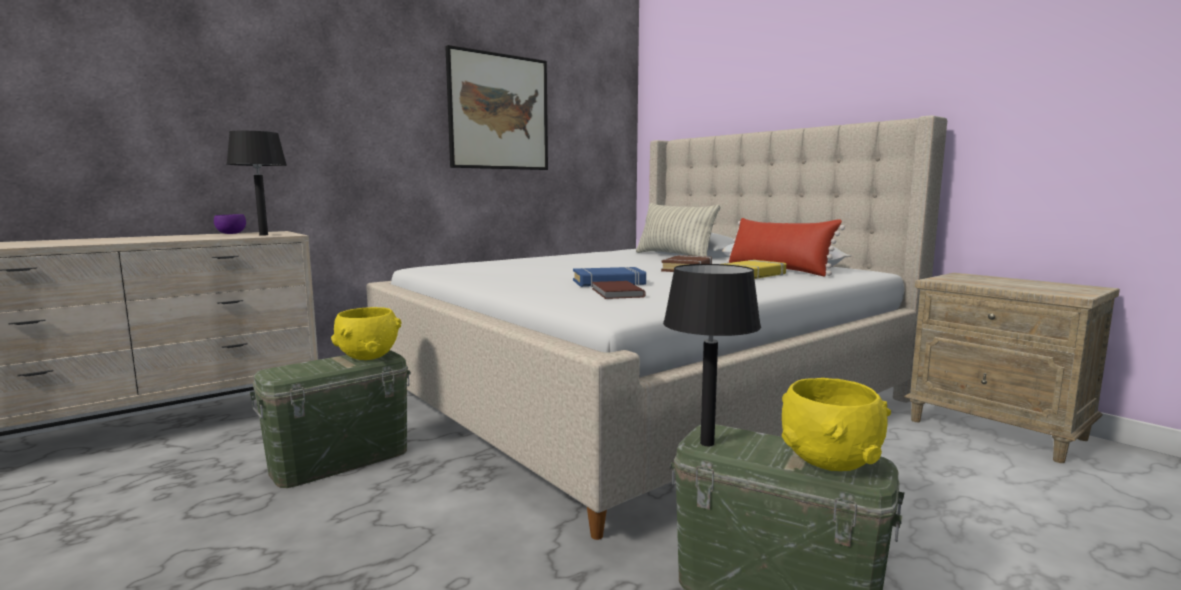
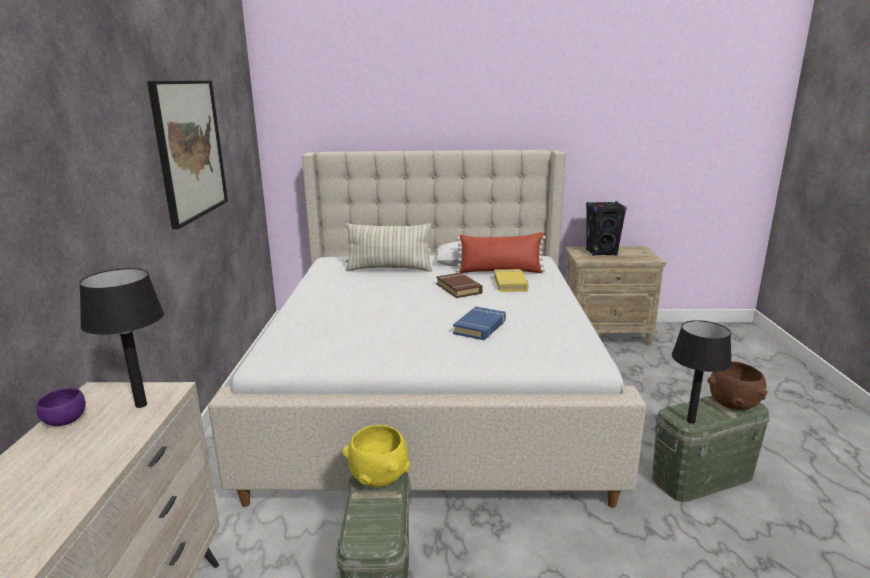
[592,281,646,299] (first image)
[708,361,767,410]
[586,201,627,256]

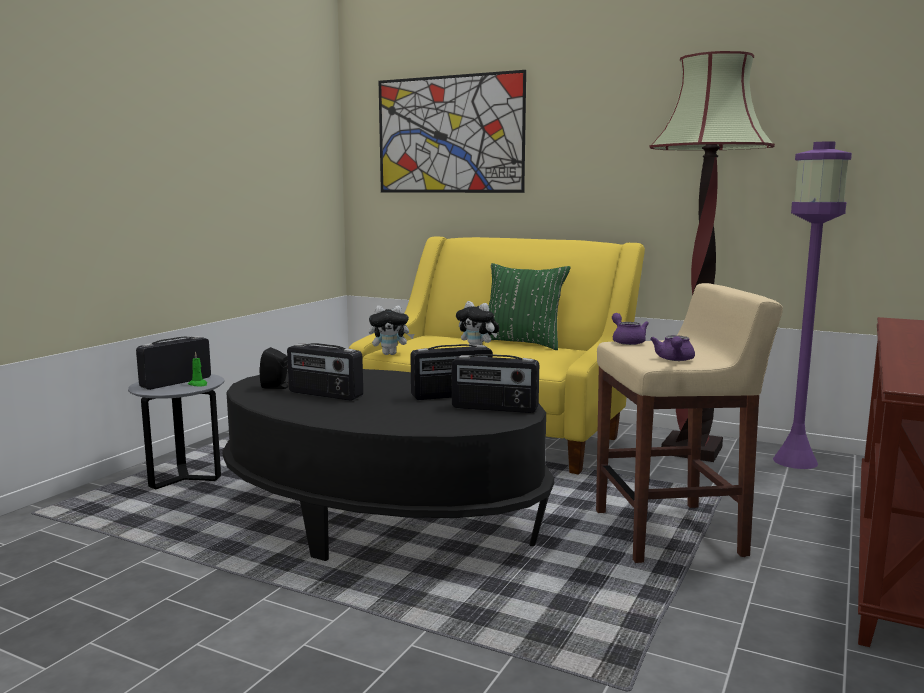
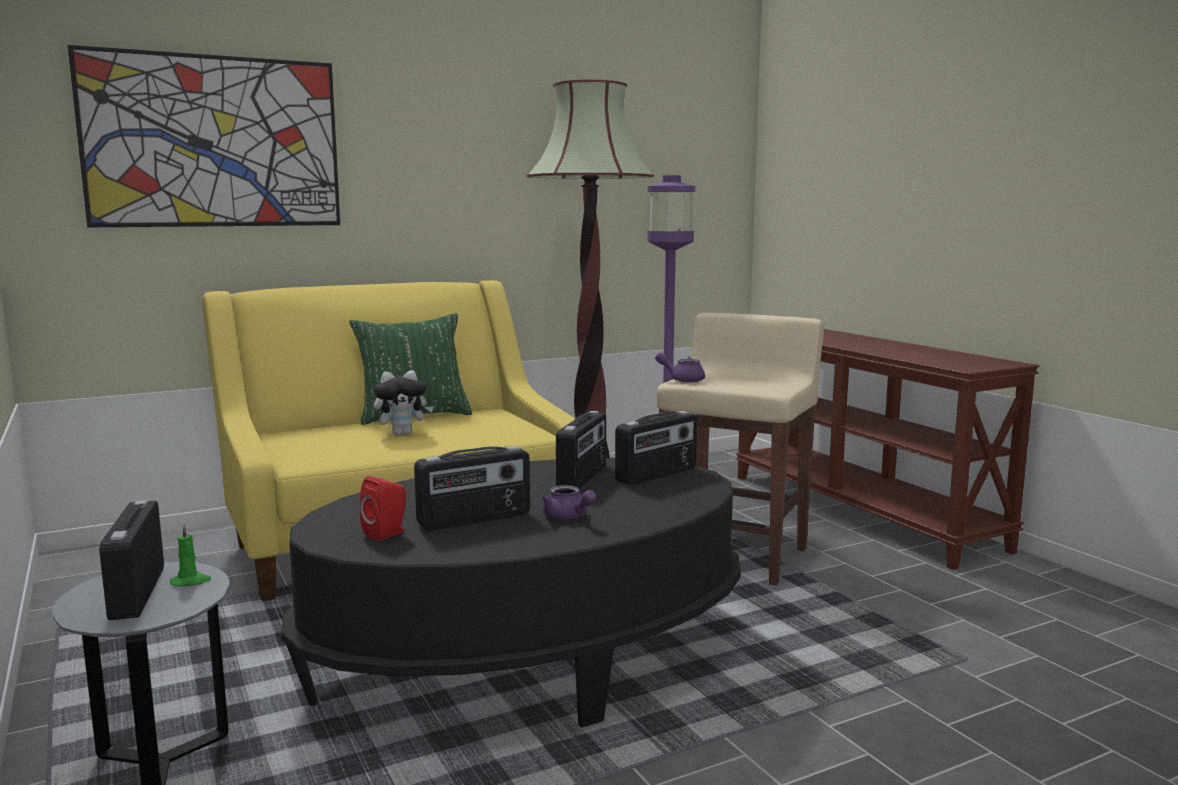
[369,306,414,355] (first image)
[542,485,596,520]
[360,476,406,541]

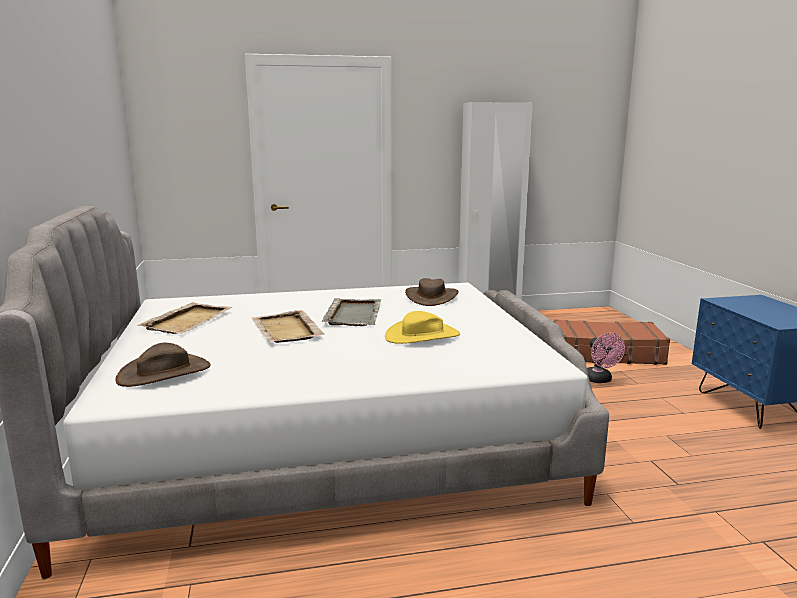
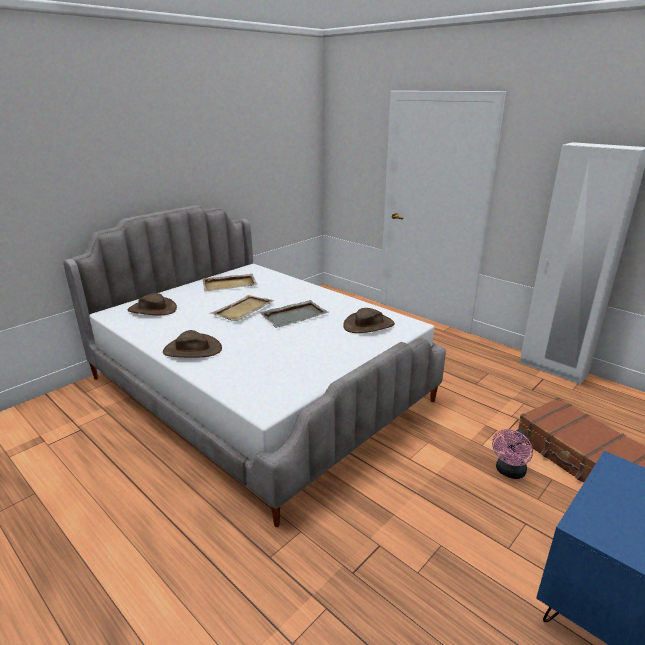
[385,311,460,344] (first image)
[163,330,222,357]

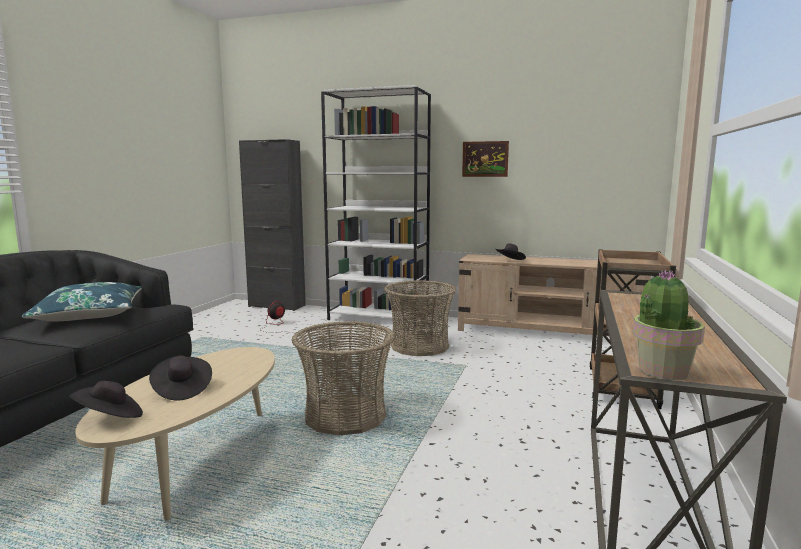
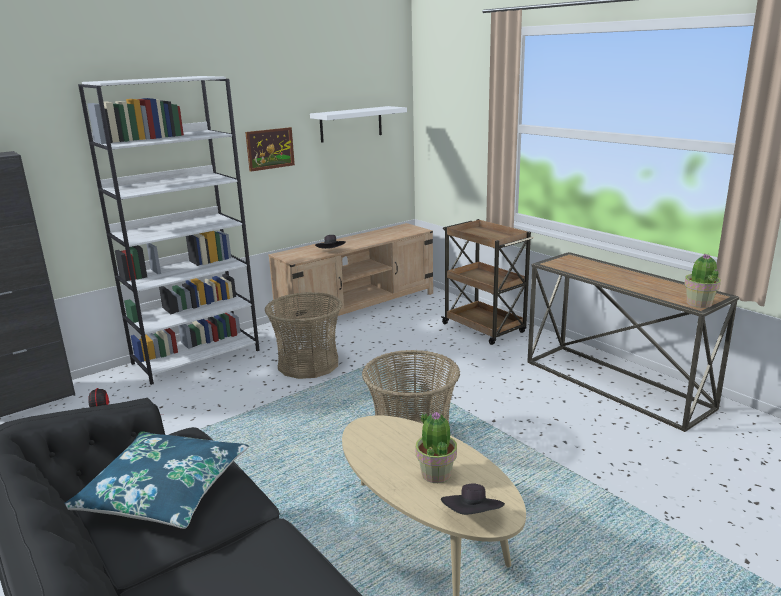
[416,411,457,483]
[310,106,407,143]

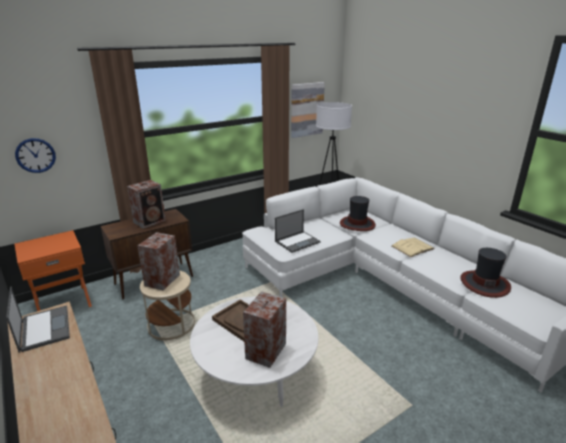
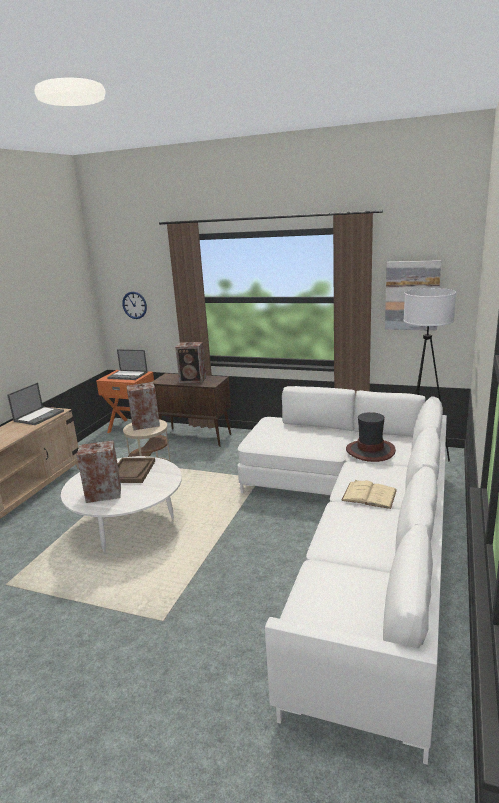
[107,349,148,380]
[460,248,511,298] (first image)

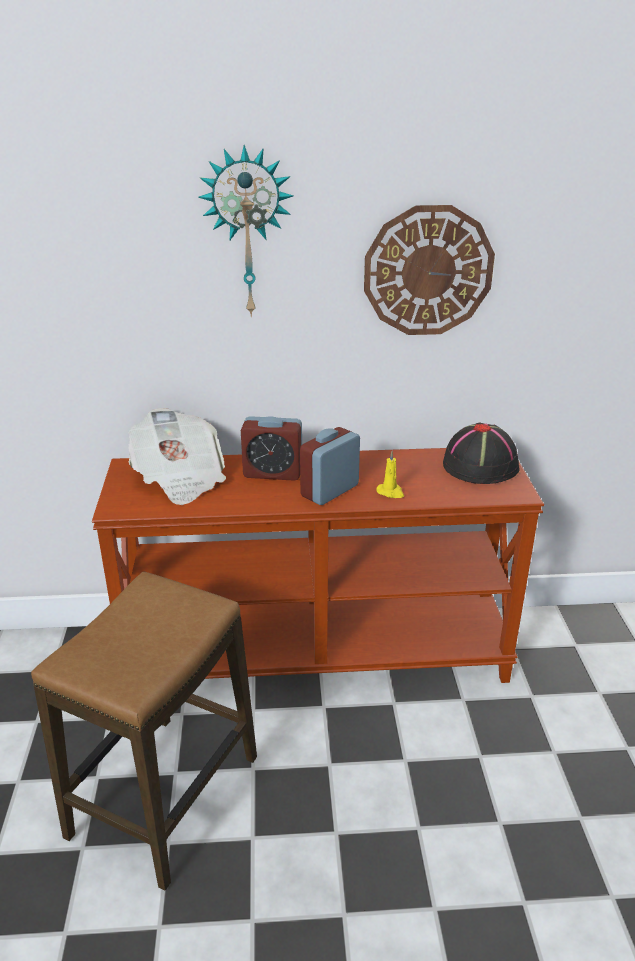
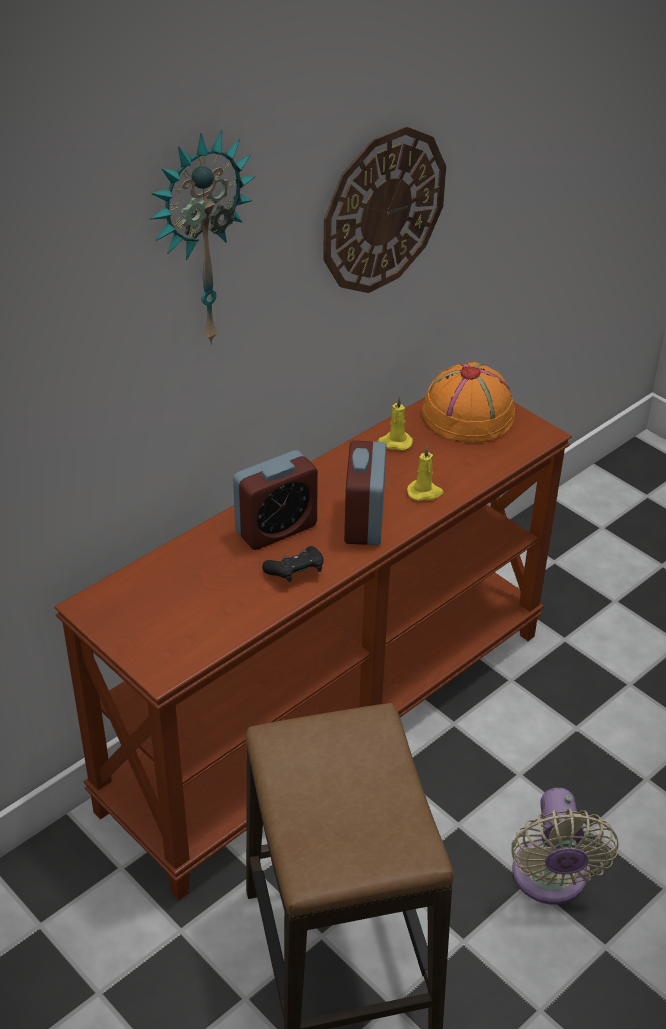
[128,408,226,505] (first image)
[422,362,515,442]
[378,397,413,451]
[262,546,323,582]
[511,788,619,905]

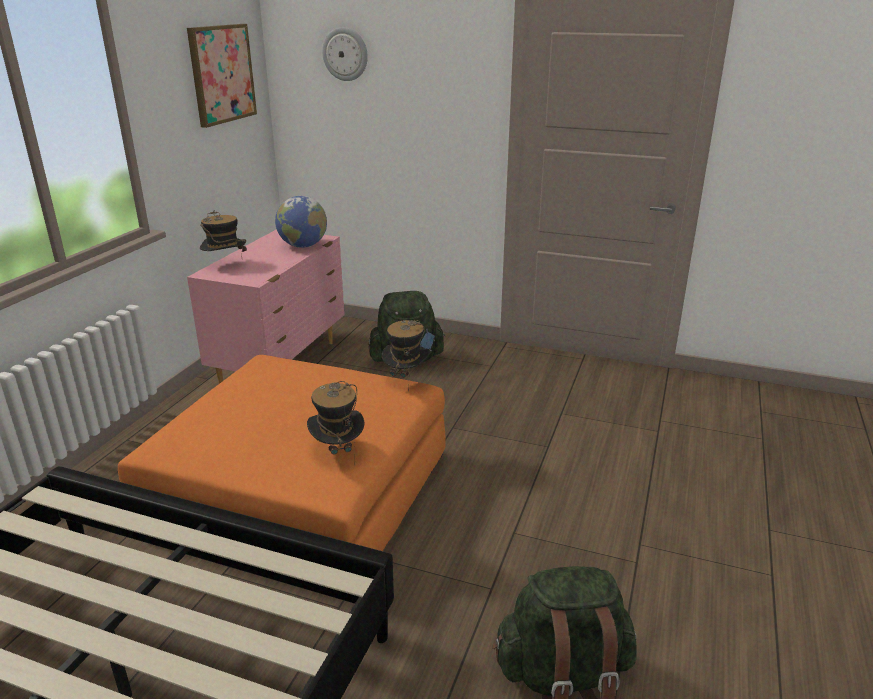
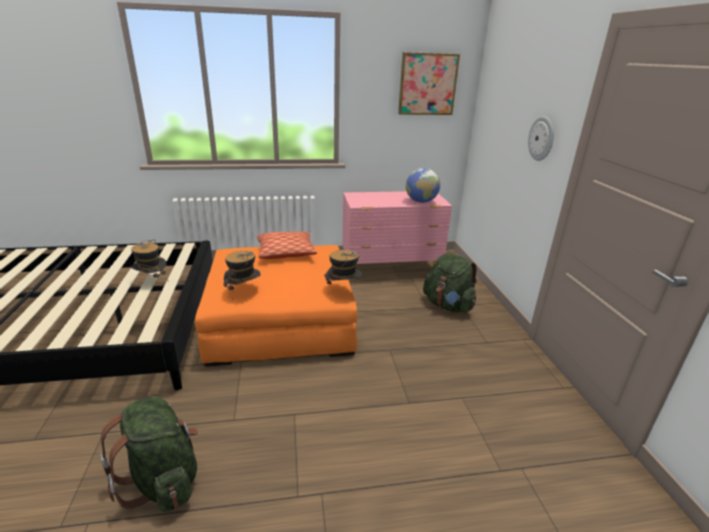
[528,116,554,161]
[130,240,167,278]
[257,232,317,259]

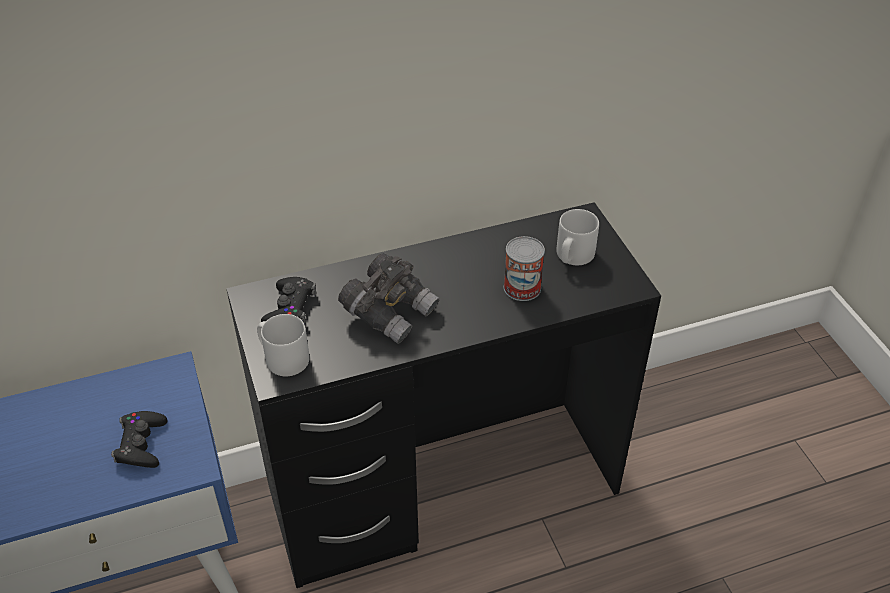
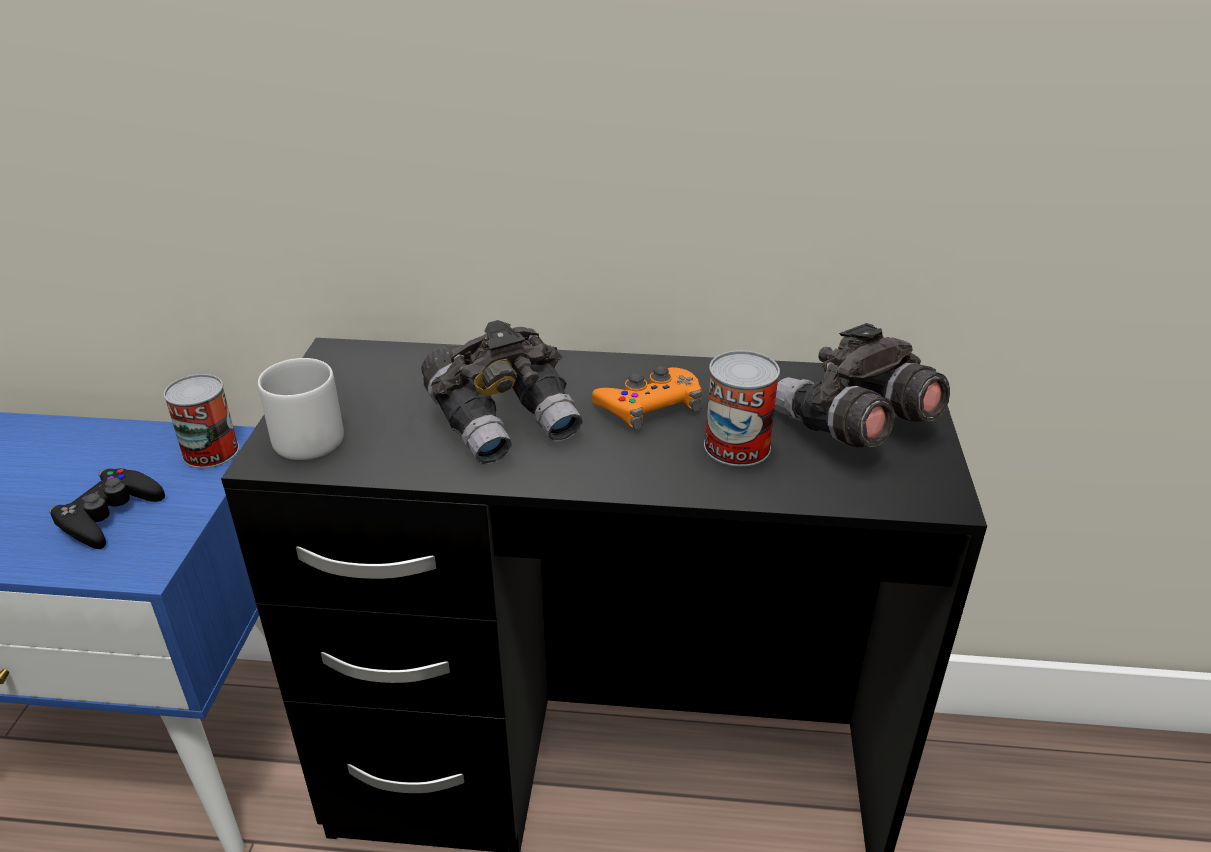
[775,323,950,448]
[261,277,316,325] (first image)
[592,366,702,430]
[163,374,239,468]

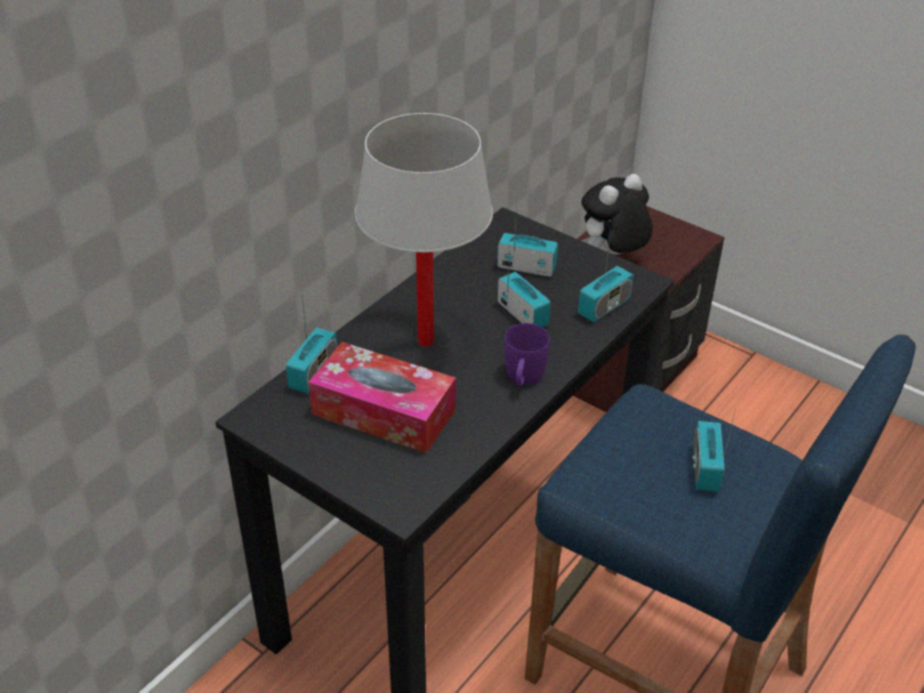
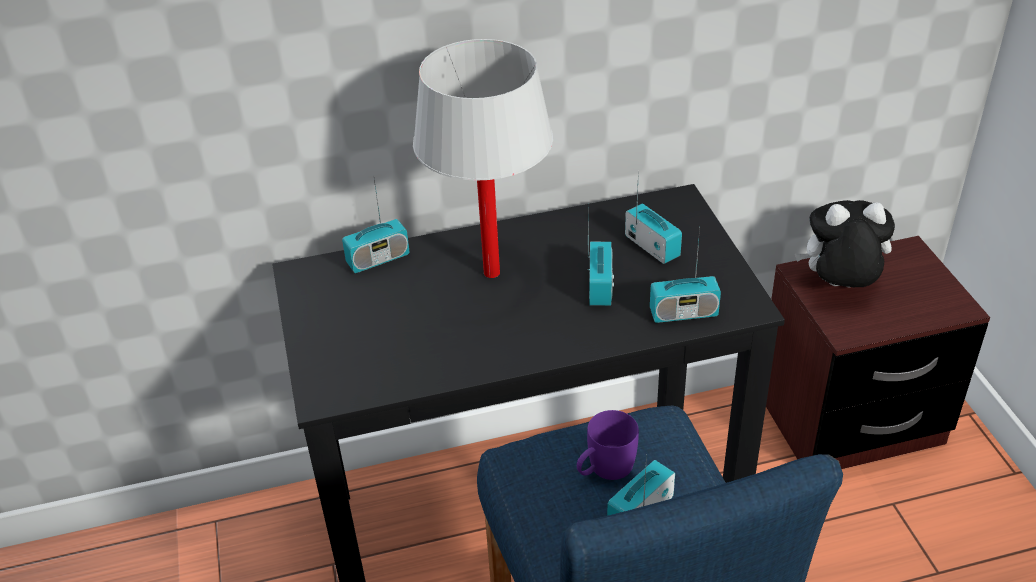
[577,410,639,480]
[308,342,456,453] (first image)

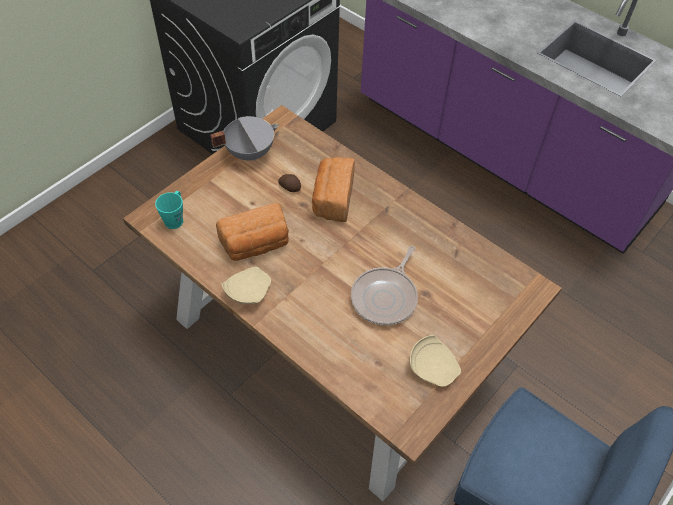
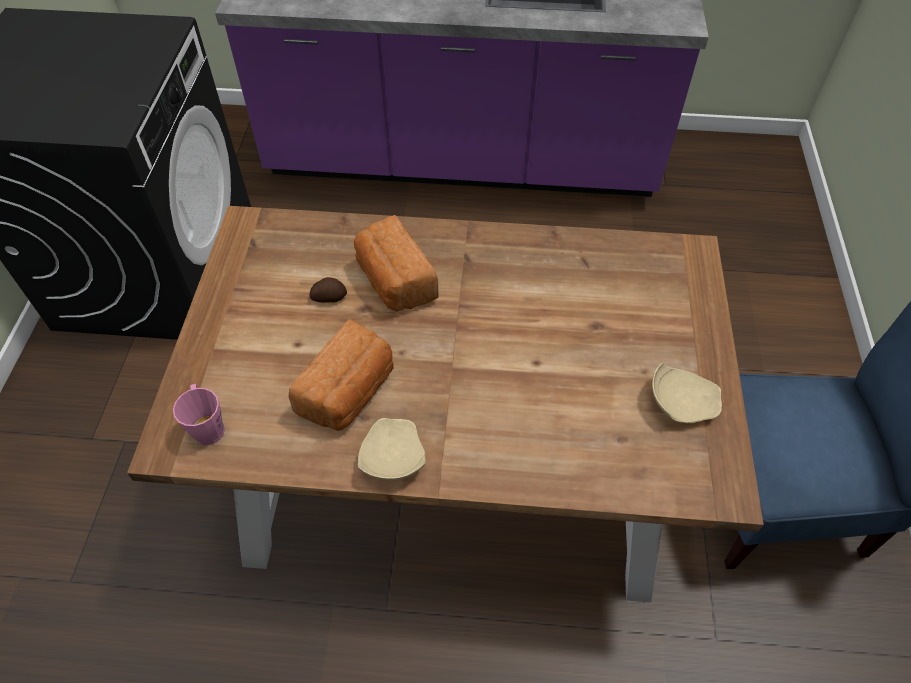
[210,116,279,161] (first image)
[173,384,225,445]
[351,246,418,325] (first image)

